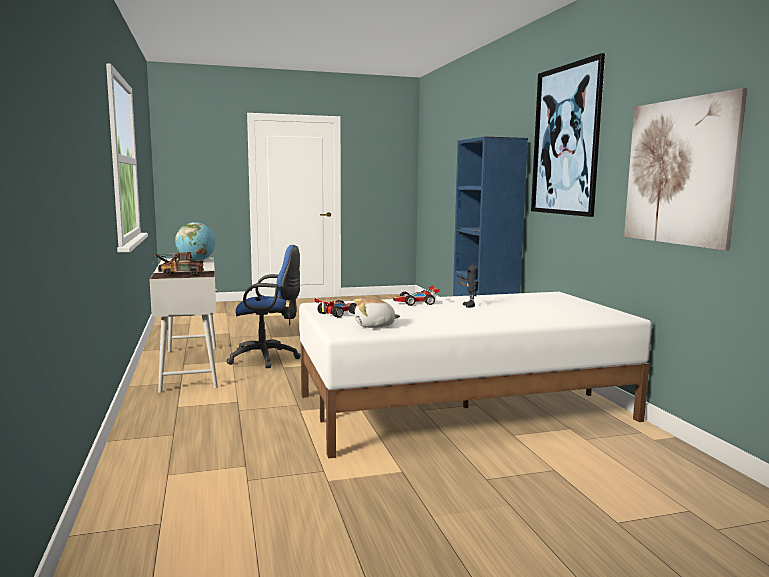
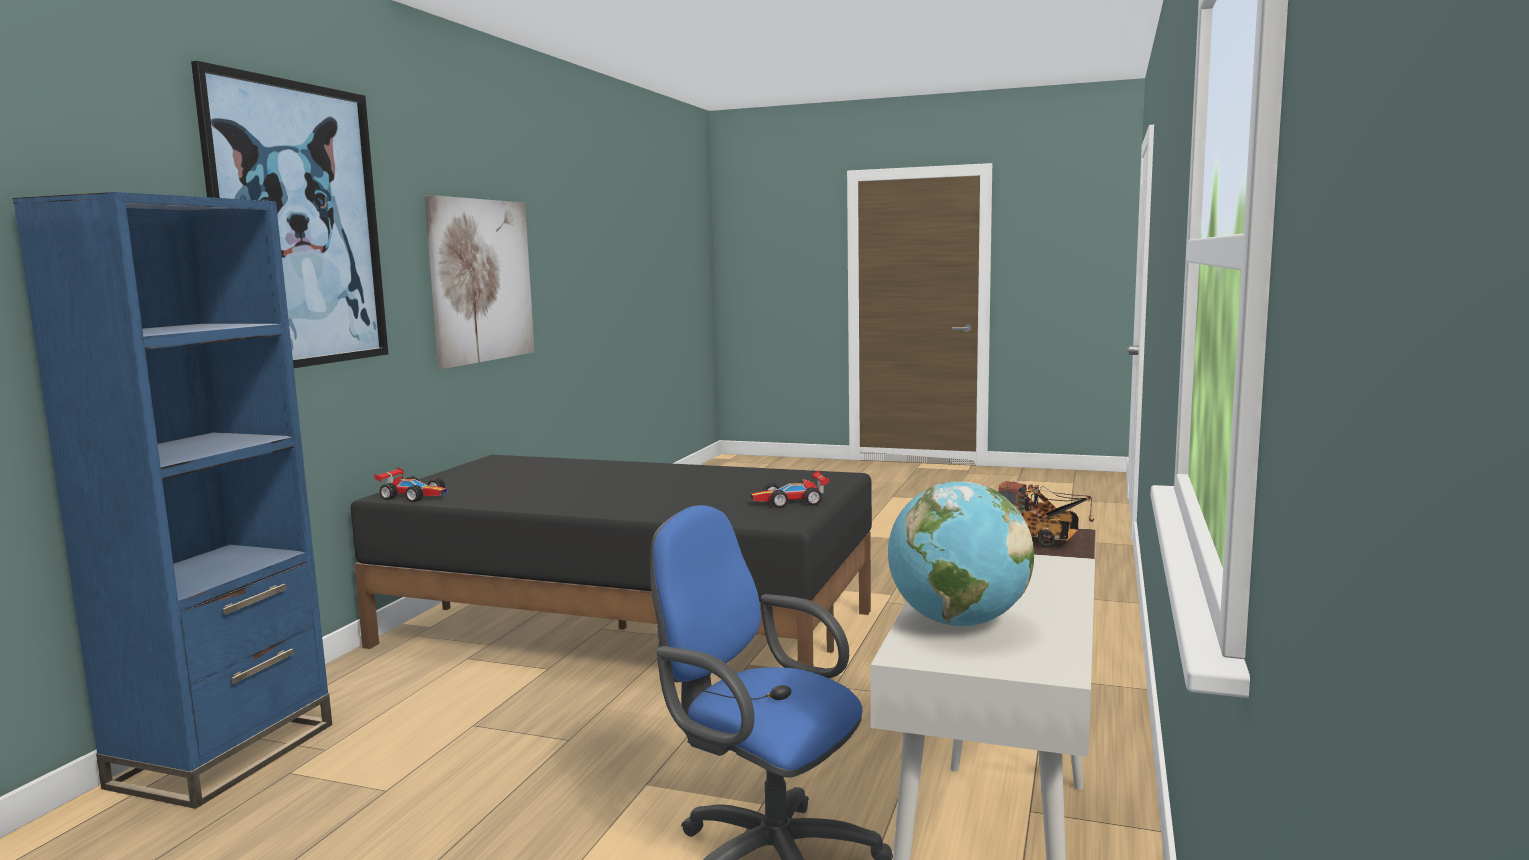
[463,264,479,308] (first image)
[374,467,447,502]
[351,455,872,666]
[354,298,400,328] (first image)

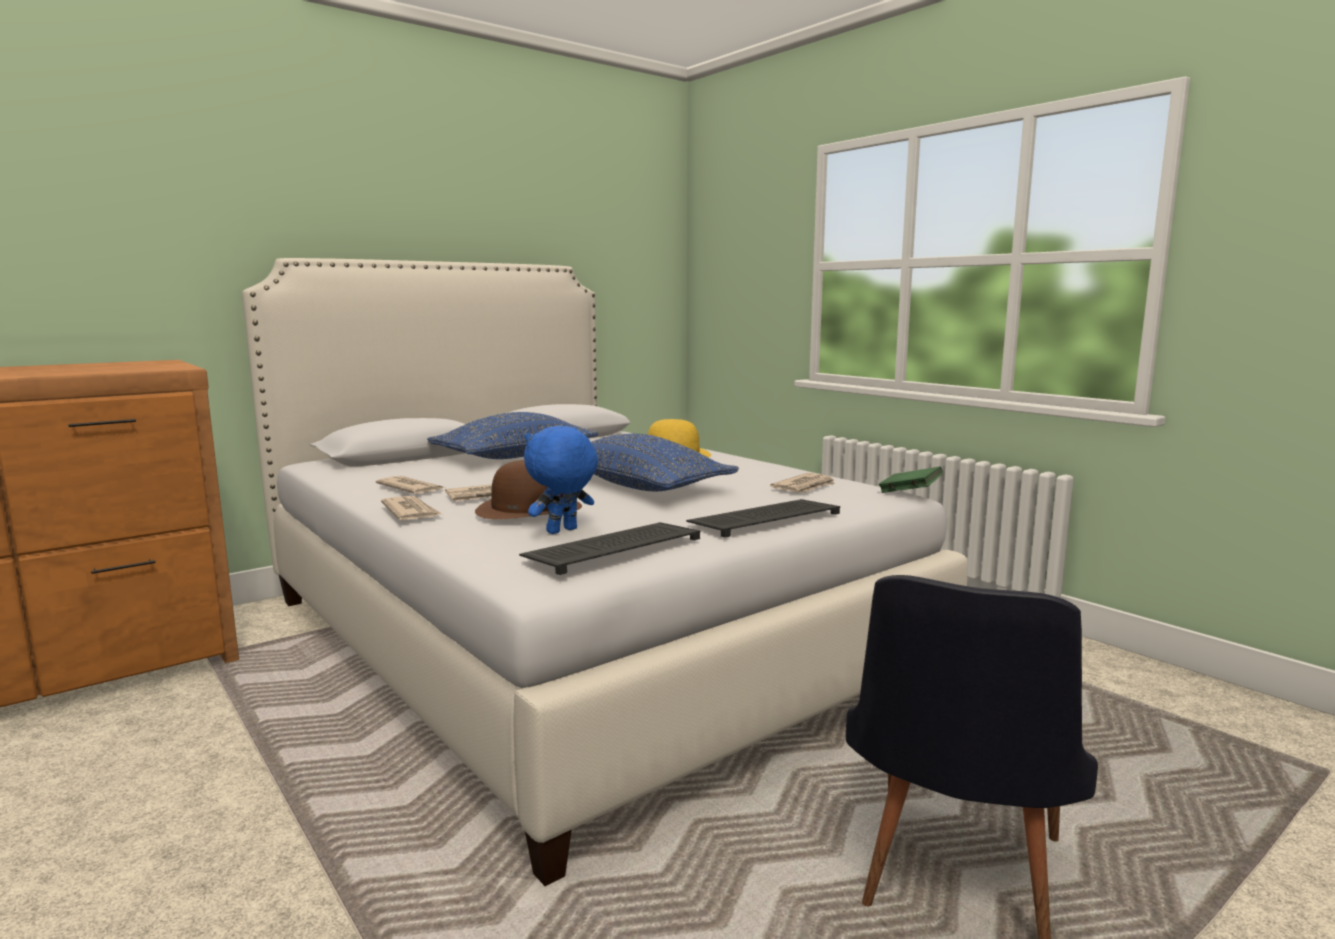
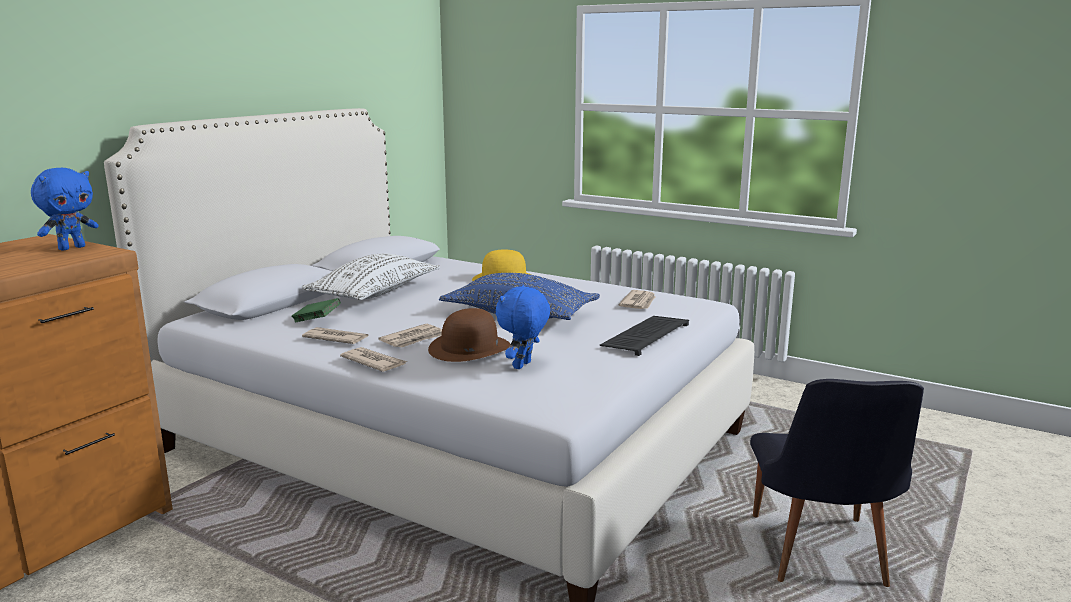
[302,253,440,300]
[291,298,341,323]
[519,522,700,575] (first image)
[31,168,99,251]

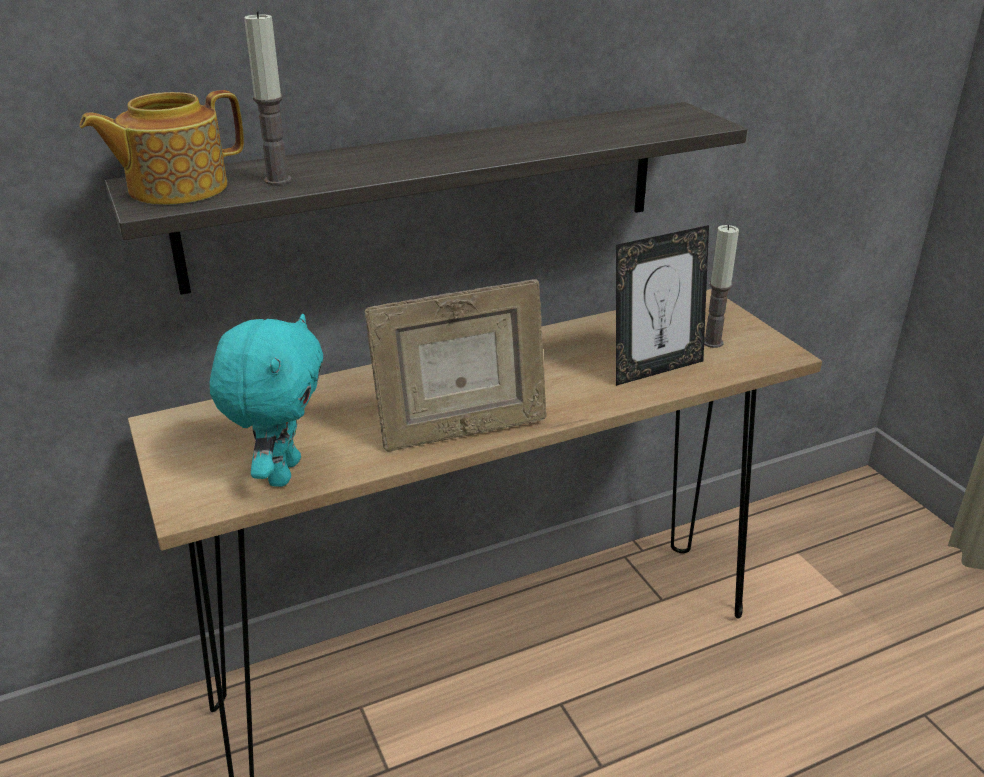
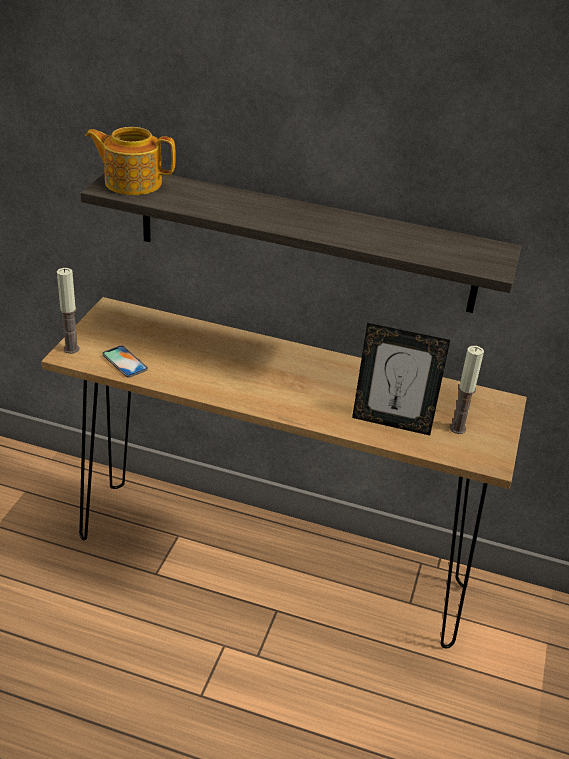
[57,268,80,354]
[364,279,547,451] (first image)
[102,345,148,378]

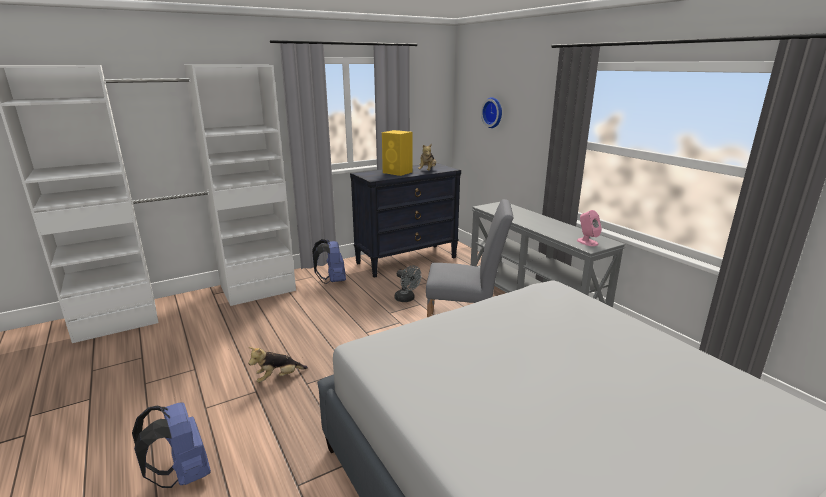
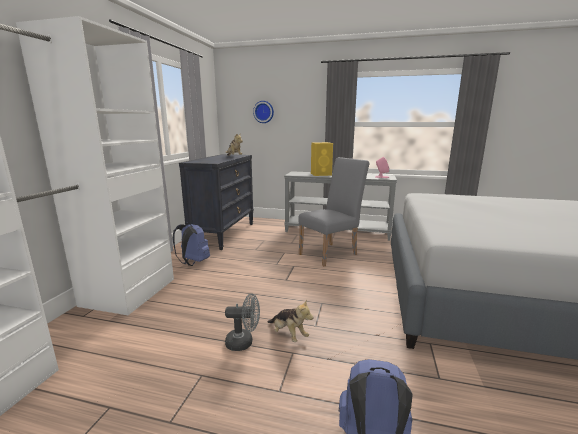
[311,142,333,176]
[225,294,260,351]
[267,299,314,342]

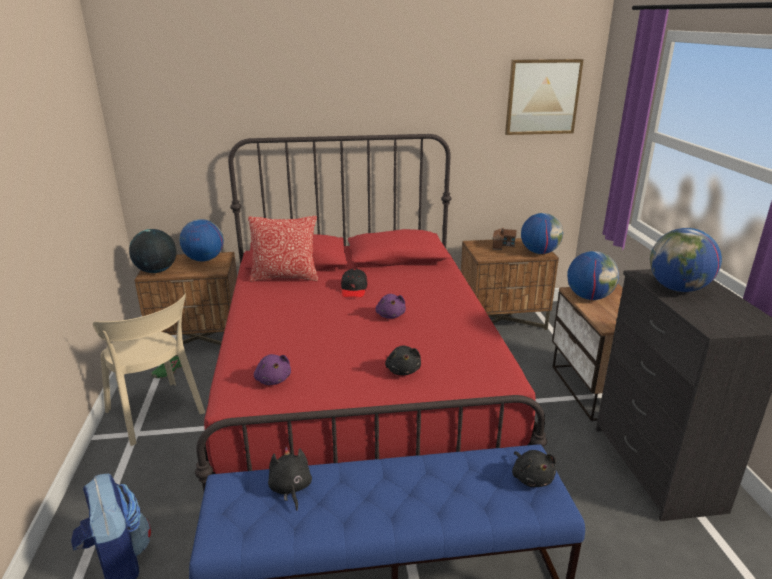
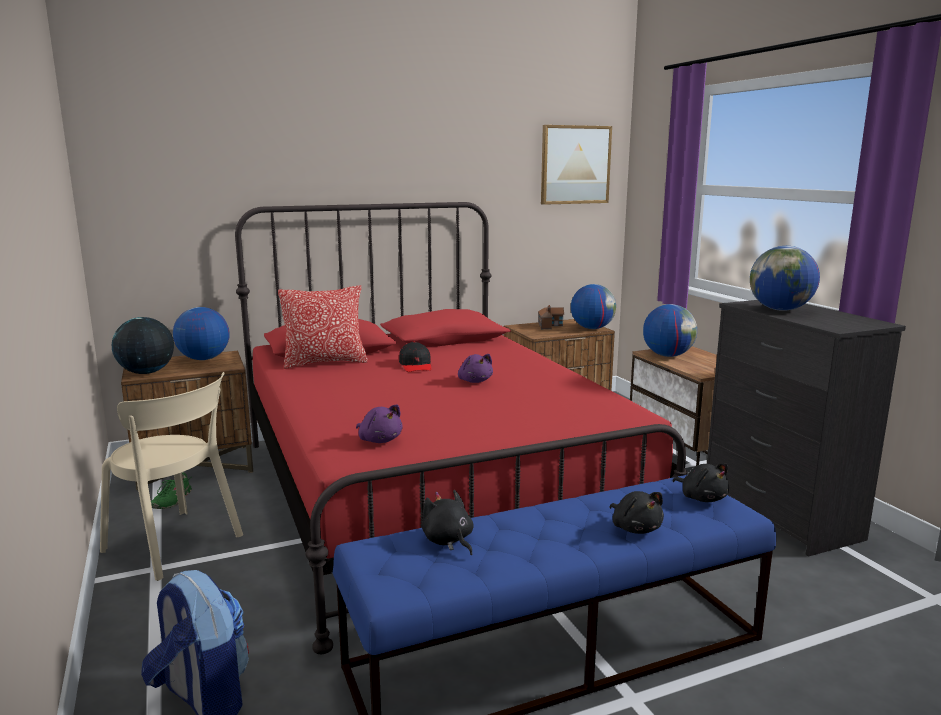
[609,491,664,534]

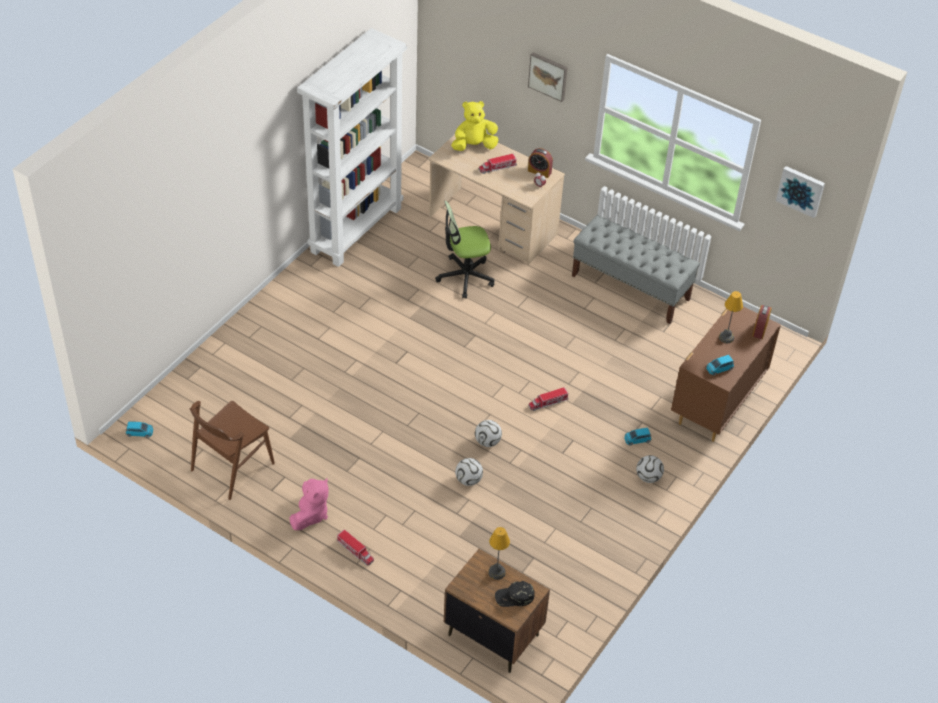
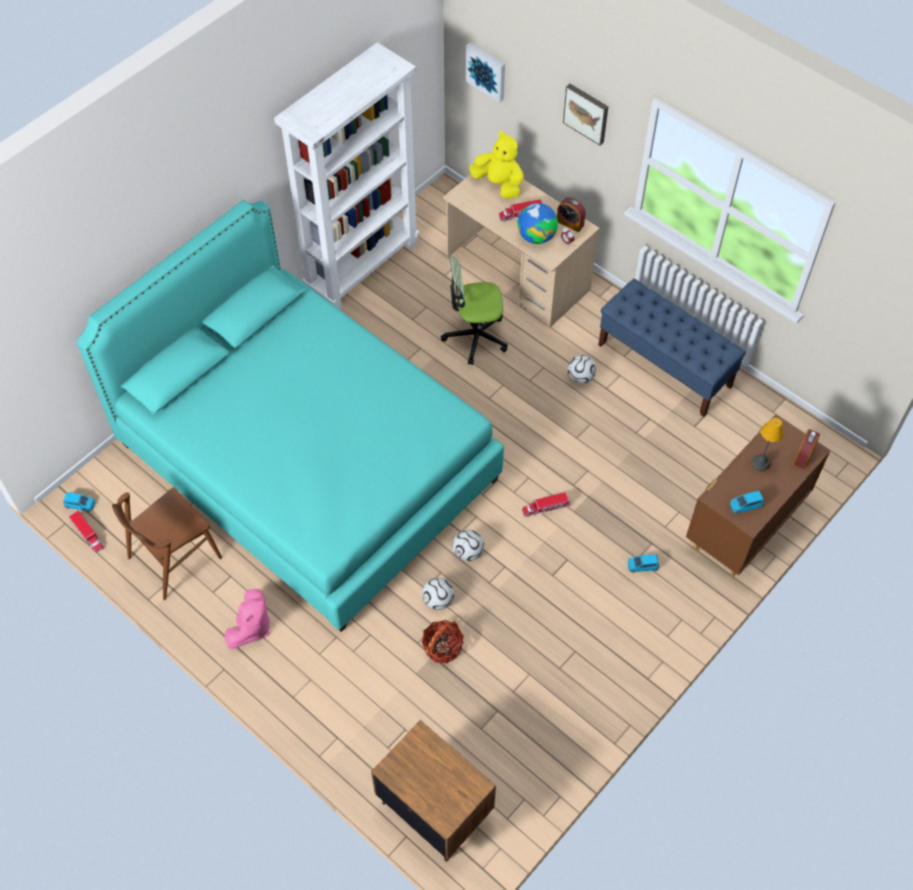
[469,131,524,199]
[466,43,505,102]
[598,279,746,417]
[567,355,596,384]
[488,527,510,580] (first image)
[69,510,104,553]
[495,581,534,607] (first image)
[76,200,504,632]
[517,203,558,244]
[422,620,464,664]

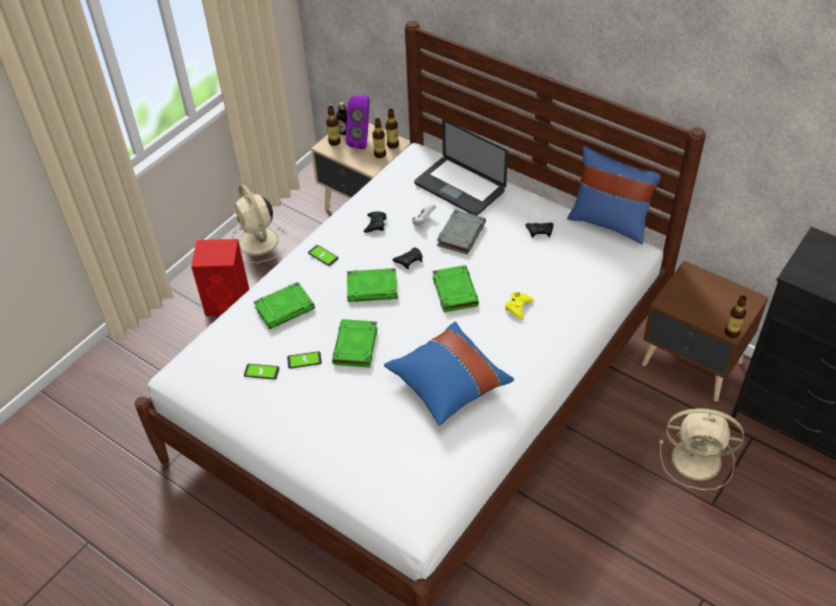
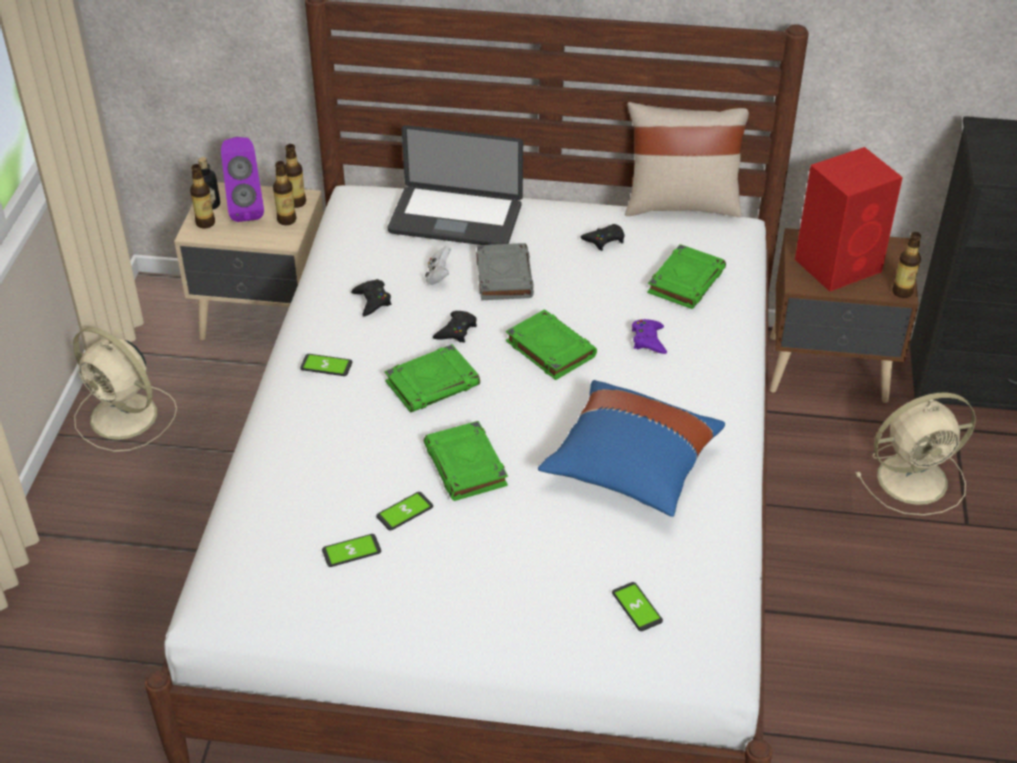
[625,102,749,217]
[795,147,903,291]
[647,244,726,309]
[632,319,667,354]
[612,582,663,631]

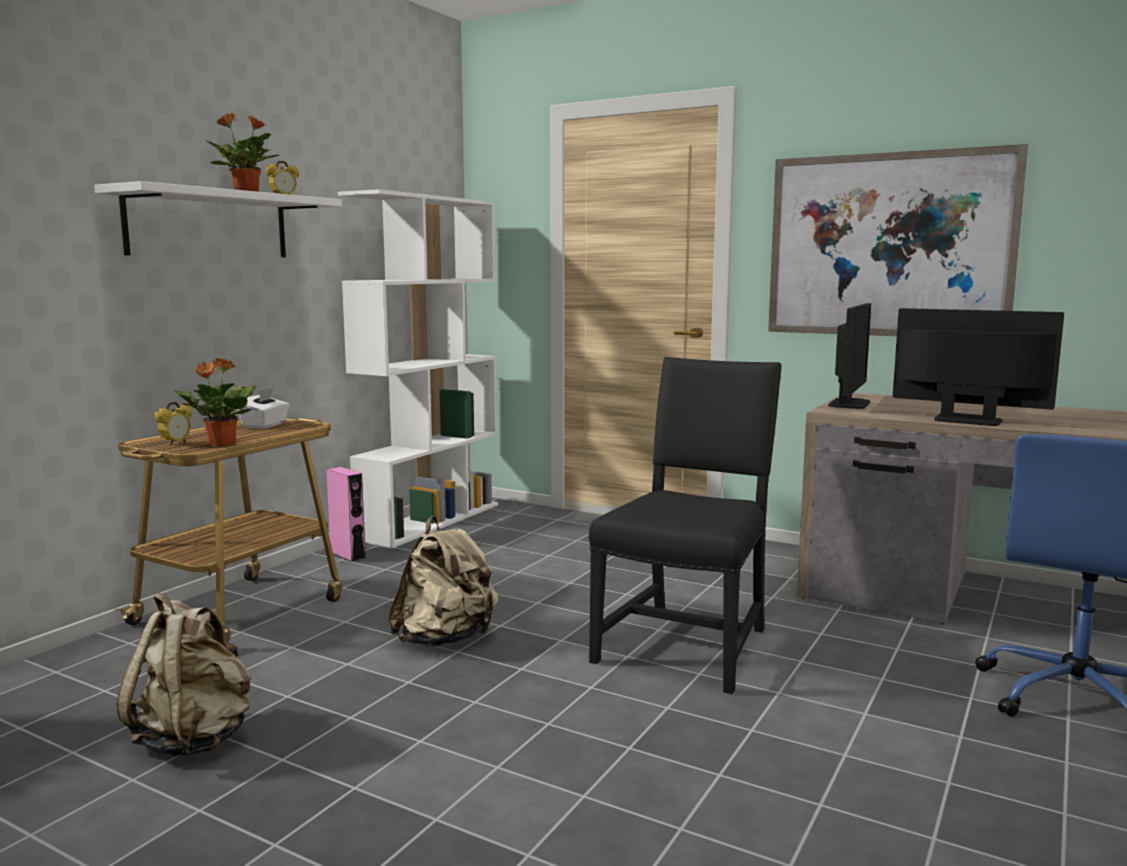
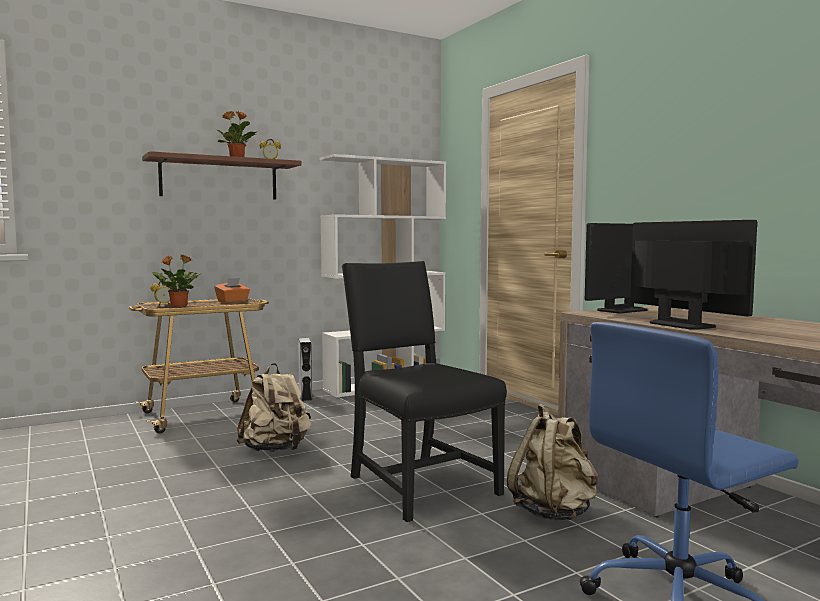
[768,144,1028,336] (first image)
[142,151,301,200]
[342,261,507,522]
[214,278,250,303]
[298,338,313,401]
[507,403,598,520]

